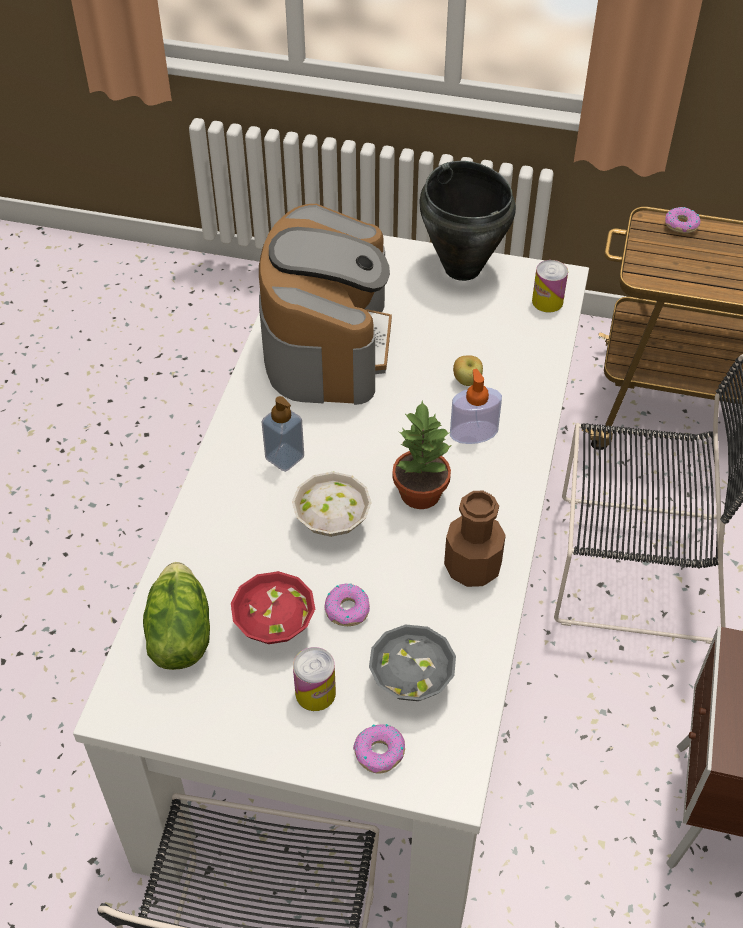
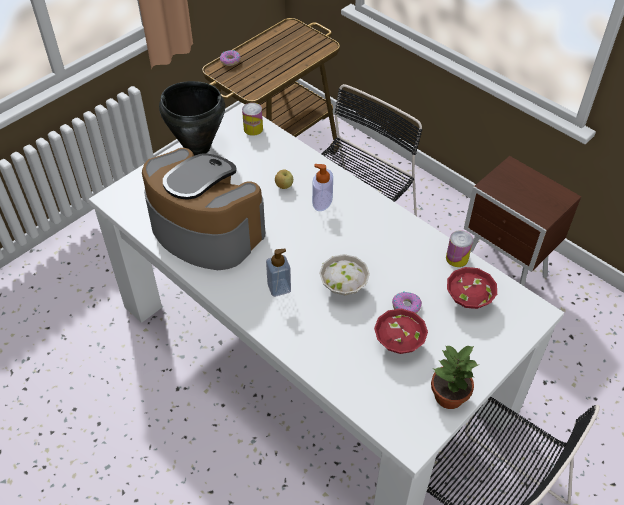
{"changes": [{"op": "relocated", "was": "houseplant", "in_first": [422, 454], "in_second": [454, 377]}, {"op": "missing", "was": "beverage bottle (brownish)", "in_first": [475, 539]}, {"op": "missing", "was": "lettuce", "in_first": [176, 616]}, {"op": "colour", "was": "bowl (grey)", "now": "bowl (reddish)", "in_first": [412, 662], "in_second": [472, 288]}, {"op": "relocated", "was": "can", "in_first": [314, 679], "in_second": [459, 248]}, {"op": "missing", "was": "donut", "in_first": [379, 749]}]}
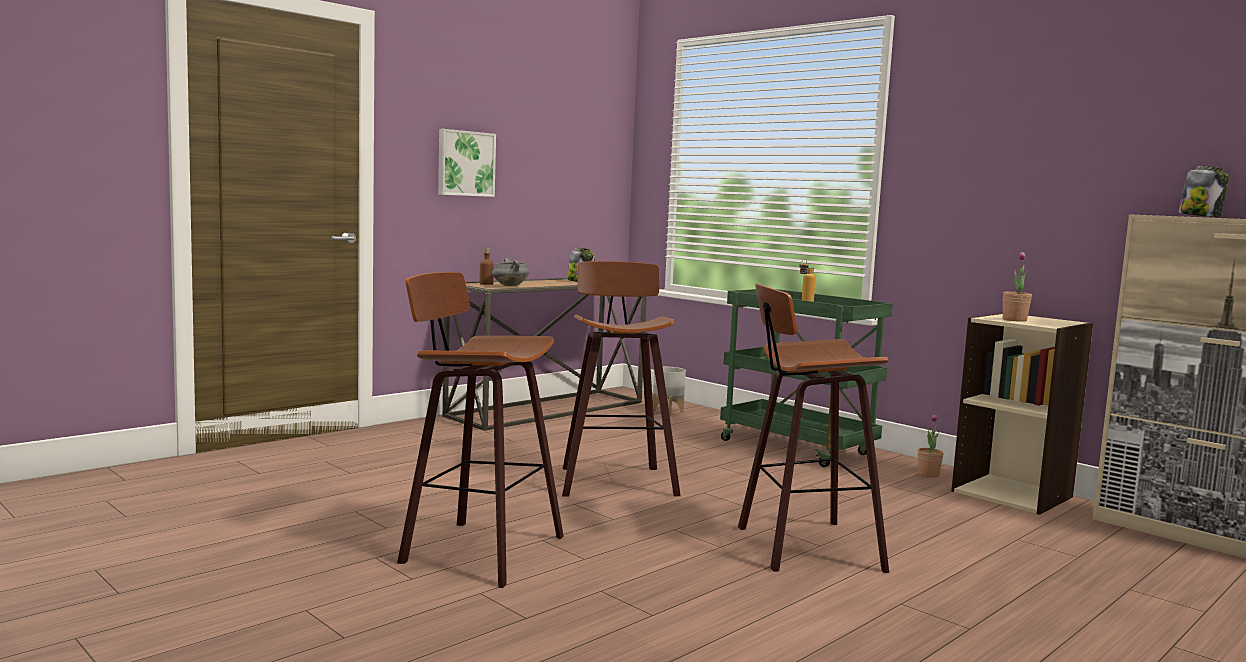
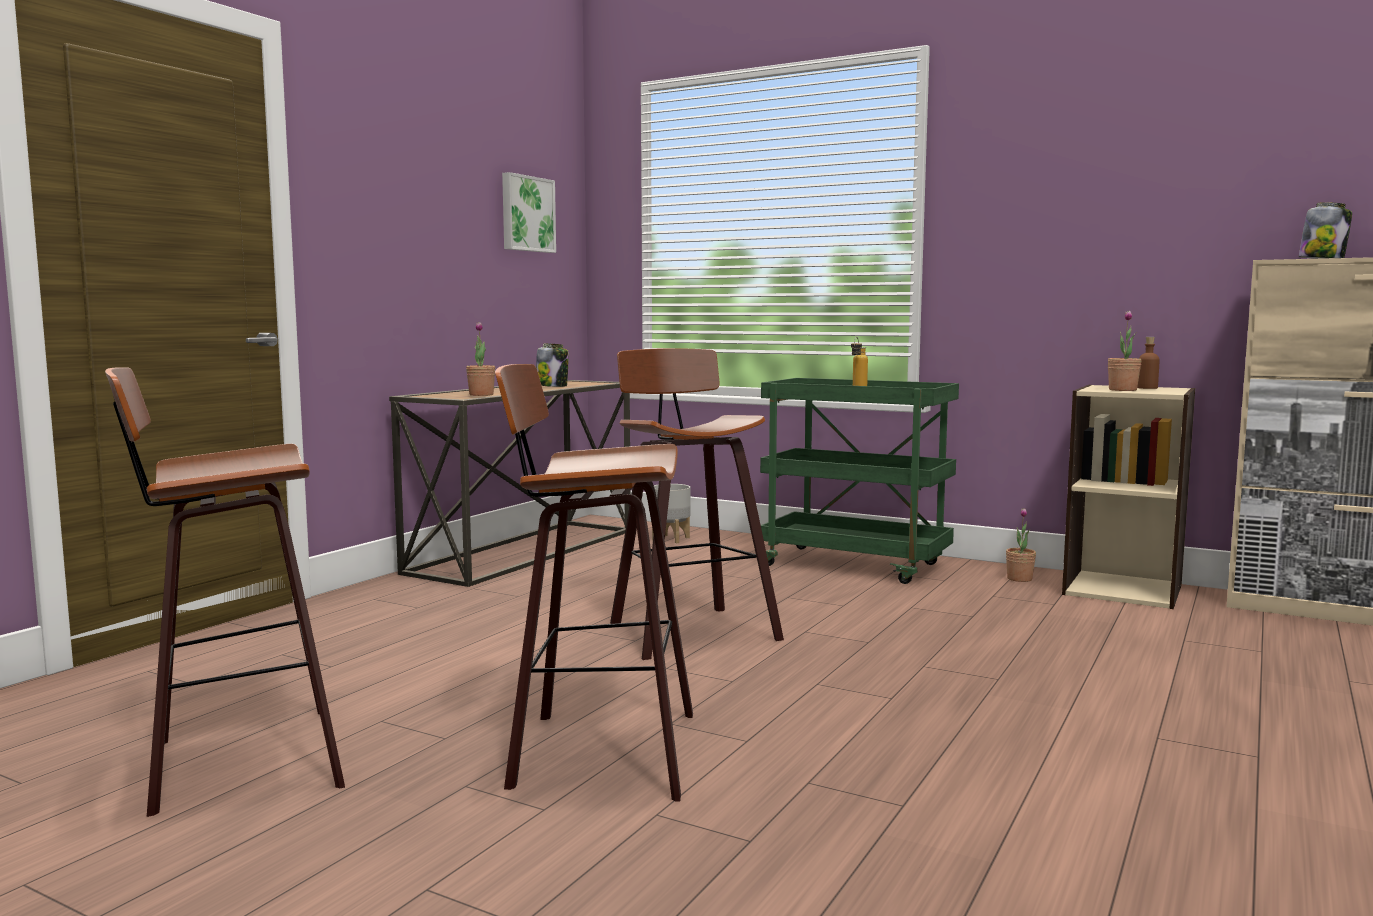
{"changes": [{"op": "relocated", "was": "wall picture", "in_first": [467, 163], "in_second": [529, 212]}, {"op": "relocated", "was": "beverage bottle (brownish)", "in_first": [487, 266], "in_second": [1148, 363]}, {"op": "exchanged", "was": "stockpot (grey)", "now": "houseplant", "in_first": [510, 272], "in_second": [480, 359]}, {"op": "relocated", "was": "stool seat", "in_first": [813, 428], "in_second": [225, 592]}]}
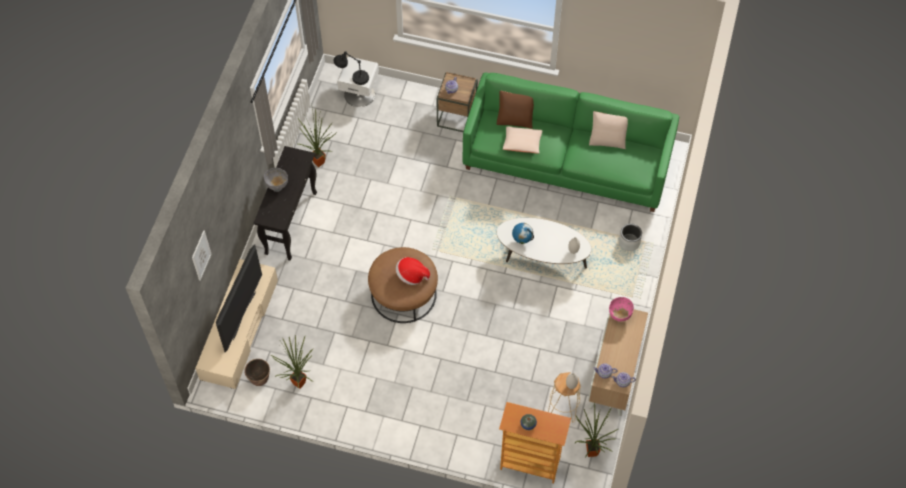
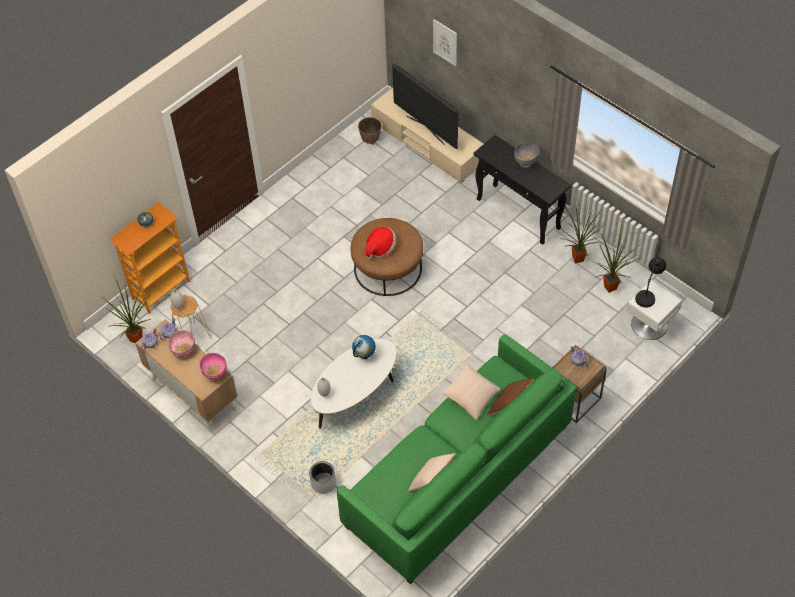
{"changes": [{"op": "relocated", "was": "houseplant", "in_first": [292, 362], "in_second": [616, 257]}, {"op": "appeared", "now": "bowl (pink)", "in_second": [181, 344]}]}
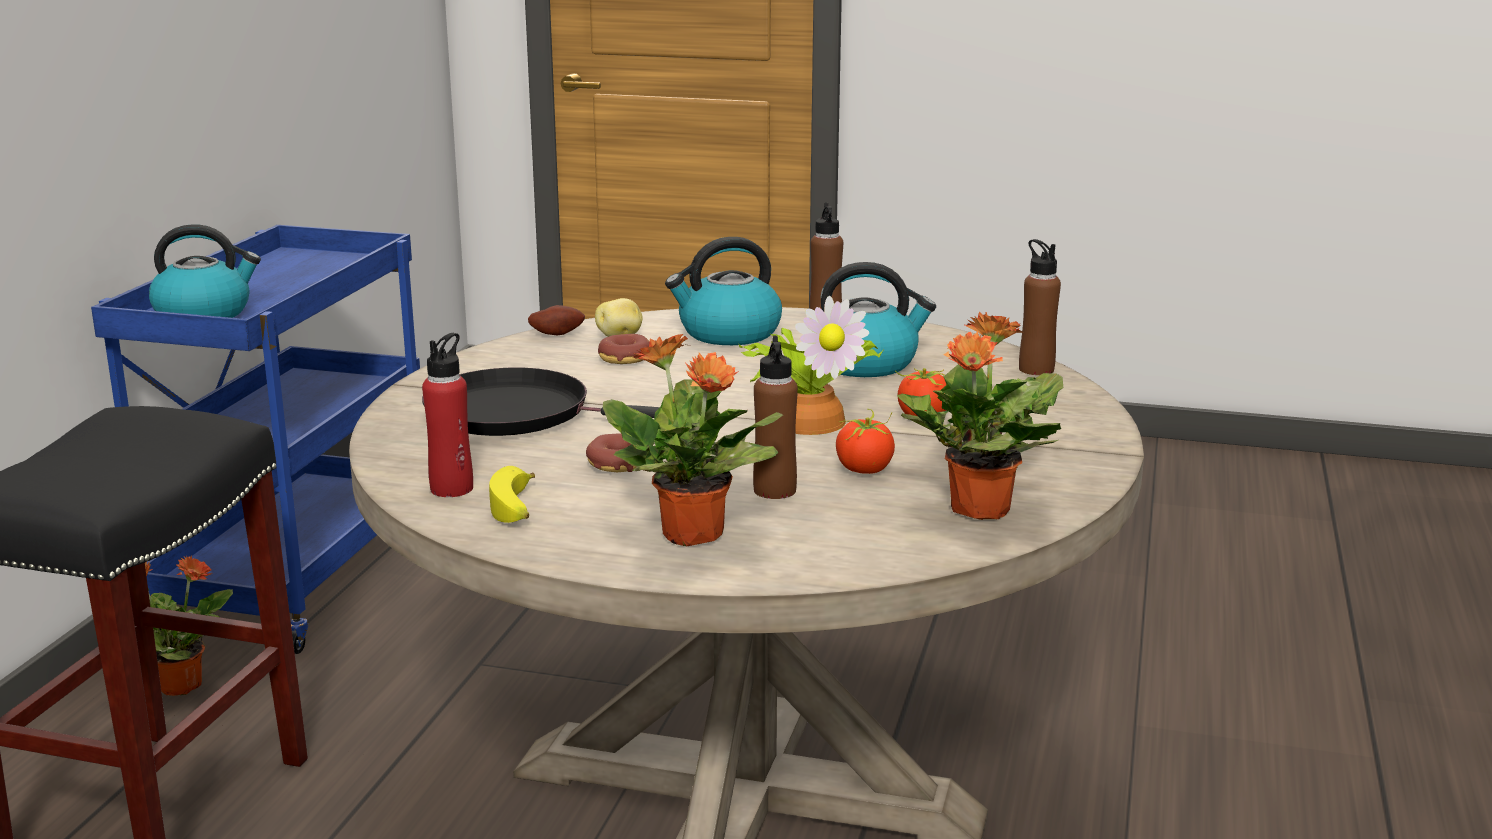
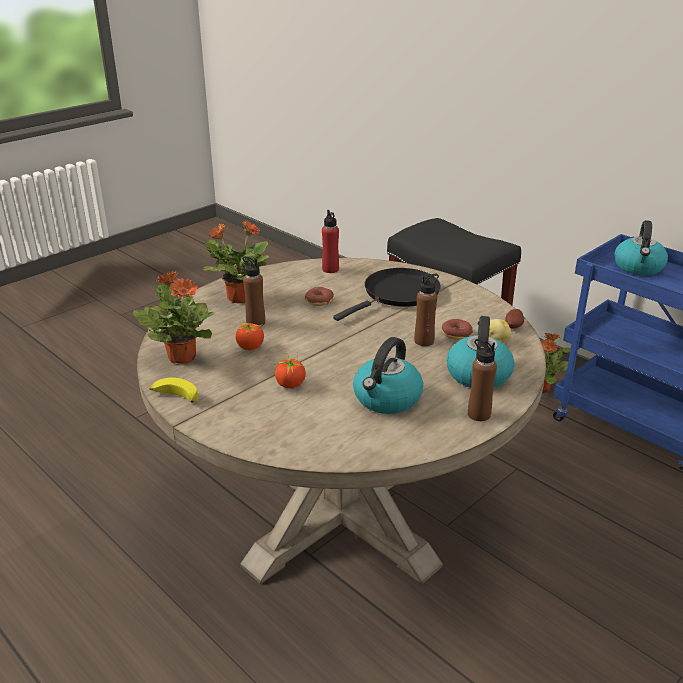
{"changes": [{"op": "relocated", "was": "beverage bottle (brownish)", "in_first": [1040, 307], "in_second": [426, 310]}, {"op": "missing", "was": "houseplant", "in_first": [810, 365]}, {"op": "relocated", "was": "banana fruit", "in_first": [512, 494], "in_second": [173, 390]}]}
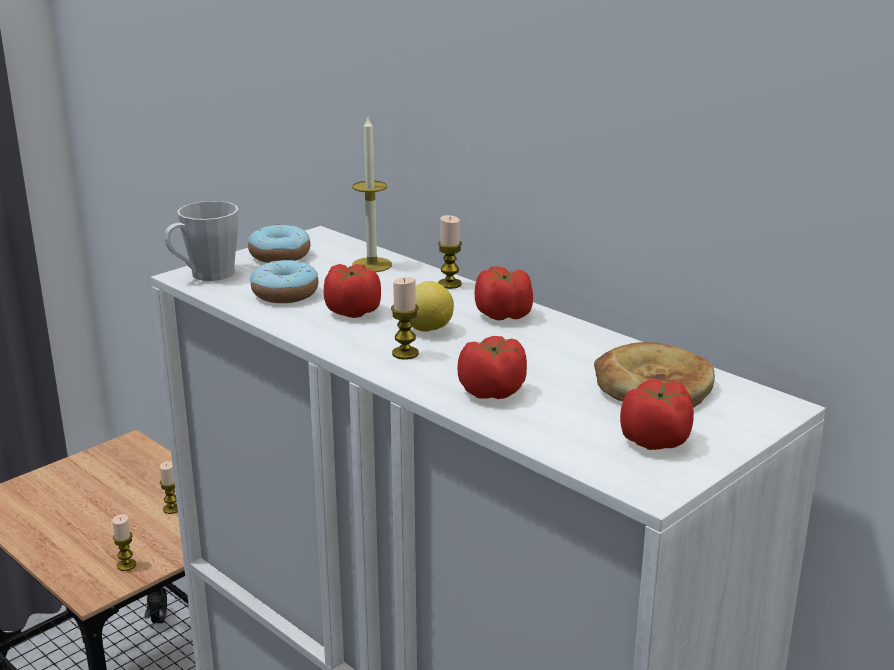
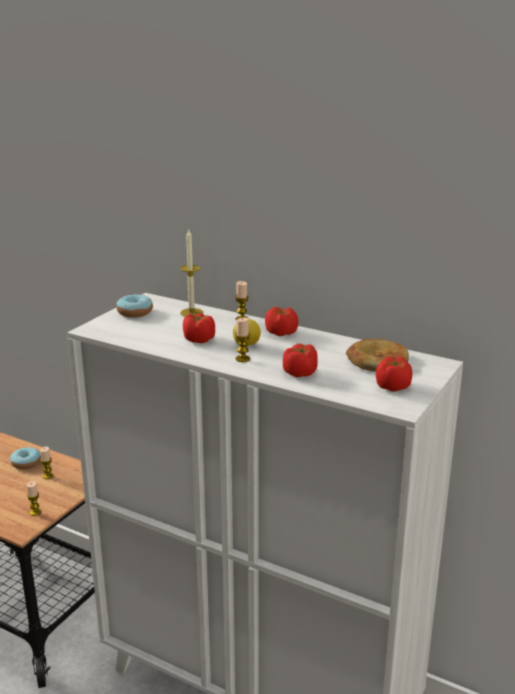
{"changes": [{"op": "missing", "was": "tea mug (grey)", "in_first": [201, 241]}, {"op": "relocated", "was": "donut", "in_first": [284, 281], "in_second": [25, 458]}]}
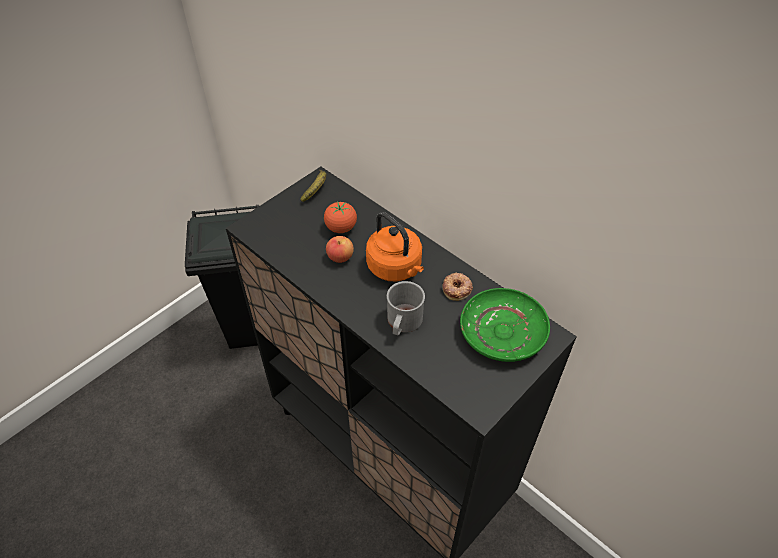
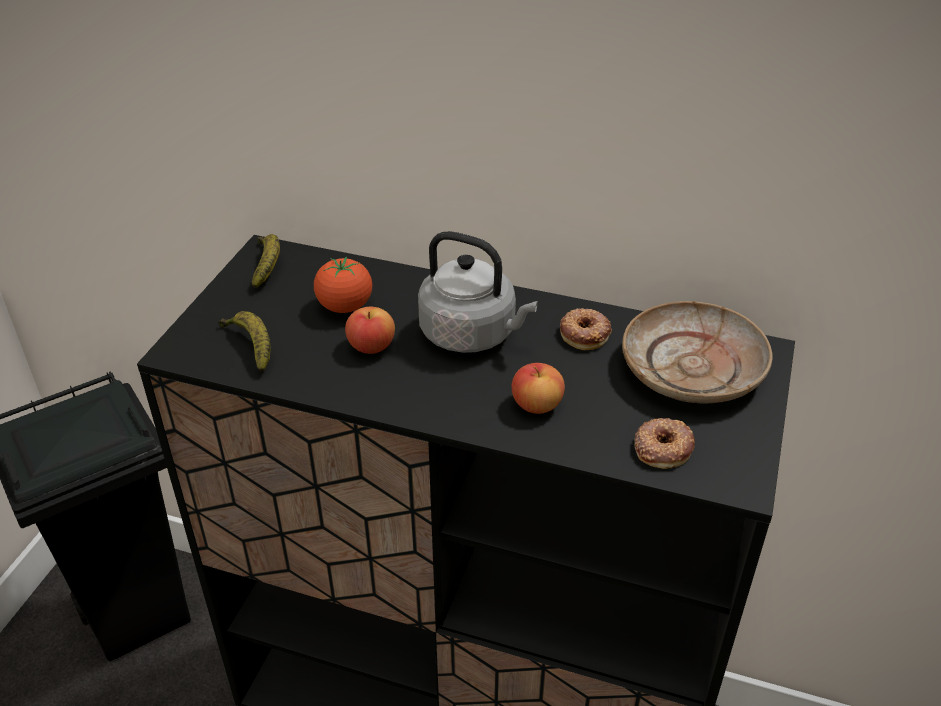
{"changes": [{"op": "colour", "was": "kettle (orange-coloured)", "now": "kettle (grey)", "in_first": [395, 247], "in_second": [478, 292]}, {"op": "exchanged", "was": "tea mug (grey)", "now": "apple", "in_first": [406, 308], "in_second": [538, 388]}, {"op": "colour", "was": "plate (green)", "now": "plate (beige-coloured)", "in_first": [505, 325], "in_second": [697, 352]}, {"op": "appeared", "now": "banana fruit", "in_second": [244, 341]}, {"op": "appeared", "now": "donut", "in_second": [664, 443]}]}
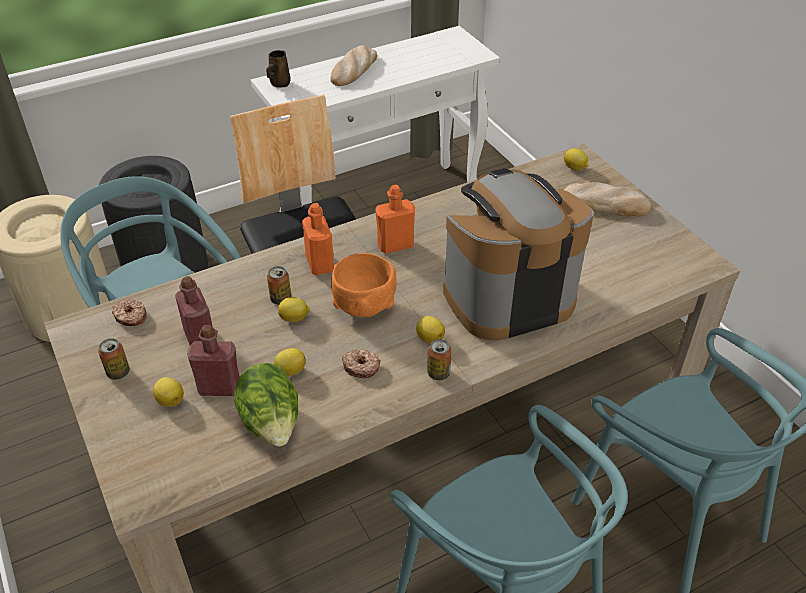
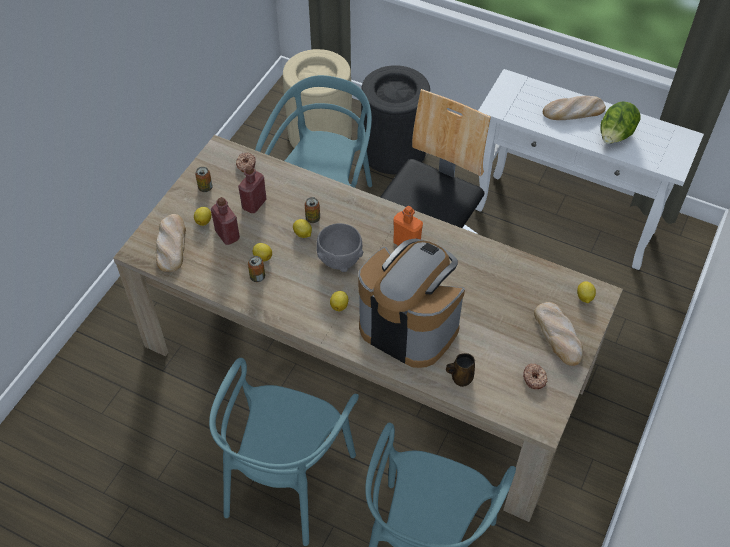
{"changes": [{"op": "relocated", "was": "tea mug (brownish)", "in_first": [278, 69], "in_second": [460, 370]}, {"op": "missing", "was": "beverage bottle (orange-coloured)", "in_first": [318, 239]}, {"op": "colour", "was": "bowl (orange-coloured)", "now": "bowl (grey)", "in_first": [364, 285], "in_second": [339, 247]}, {"op": "relocated", "was": "can", "in_first": [439, 359], "in_second": [256, 269]}, {"op": "relocated", "was": "donut", "in_first": [361, 364], "in_second": [535, 376]}, {"op": "relocated", "was": "lettuce", "in_first": [266, 404], "in_second": [620, 122]}, {"op": "appeared", "now": "bakery bread", "in_second": [171, 243]}]}
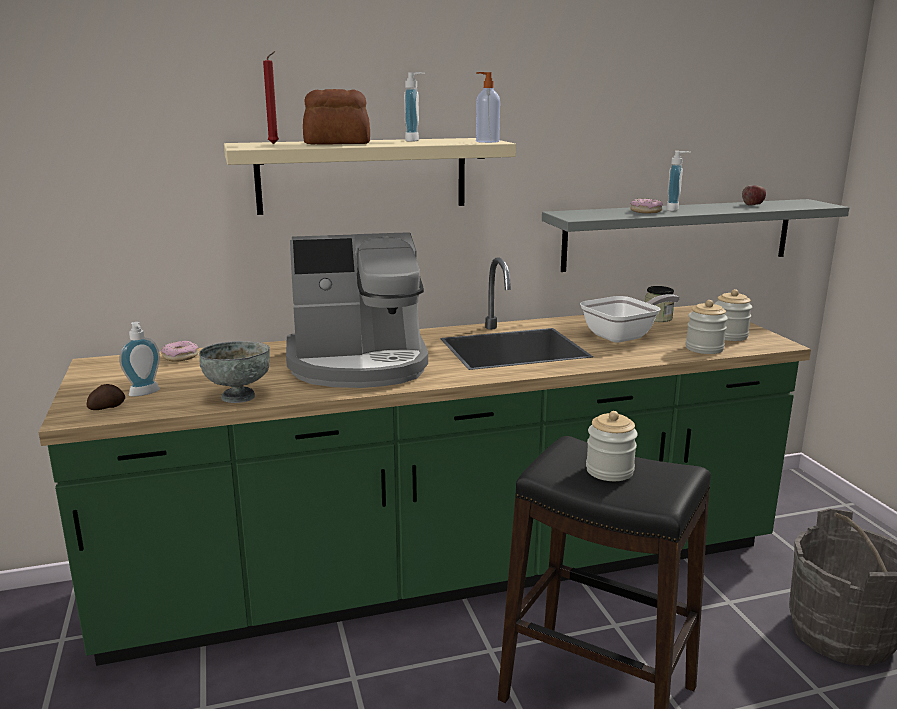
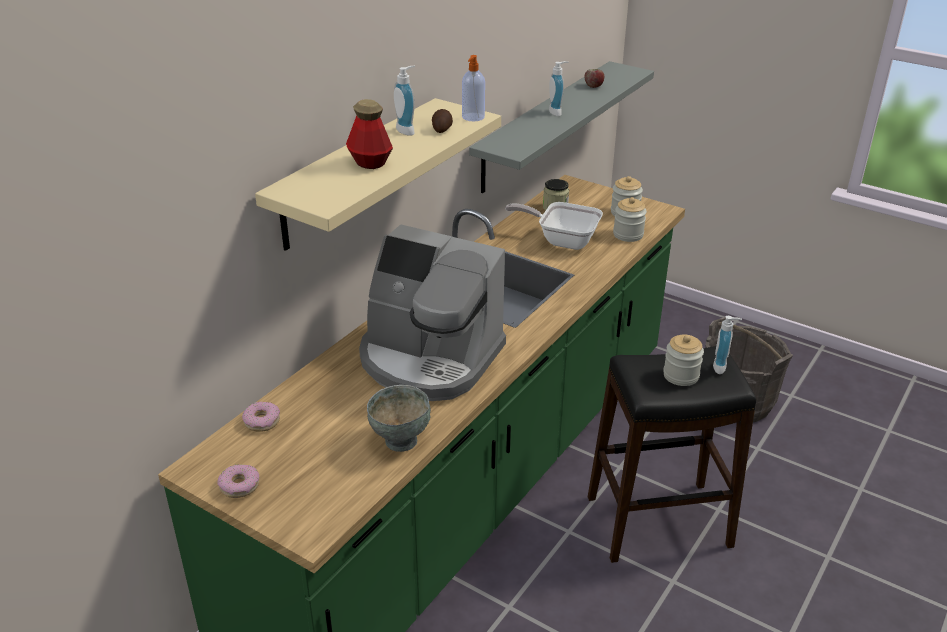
{"changes": [{"op": "missing", "was": "candle (reddish)", "in_first": [271, 97]}, {"op": "exchanged", "was": "bakery bread", "now": "beverage bottle", "in_first": [336, 117], "in_second": [369, 134]}, {"op": "relocated", "was": "donut", "in_first": [646, 206], "in_second": [239, 481]}, {"op": "spun", "was": "coffee brewer", "in_first": [357, 310], "in_second": [432, 312], "clockwise": 75}, {"op": "spun", "was": "pan", "in_first": [630, 318], "in_second": [554, 226], "clockwise": -90}, {"op": "relocated", "was": "soap dispenser", "in_first": [139, 359], "in_second": [727, 345]}, {"op": "relocated", "was": "whole potato", "in_first": [106, 397], "in_second": [442, 121]}]}
